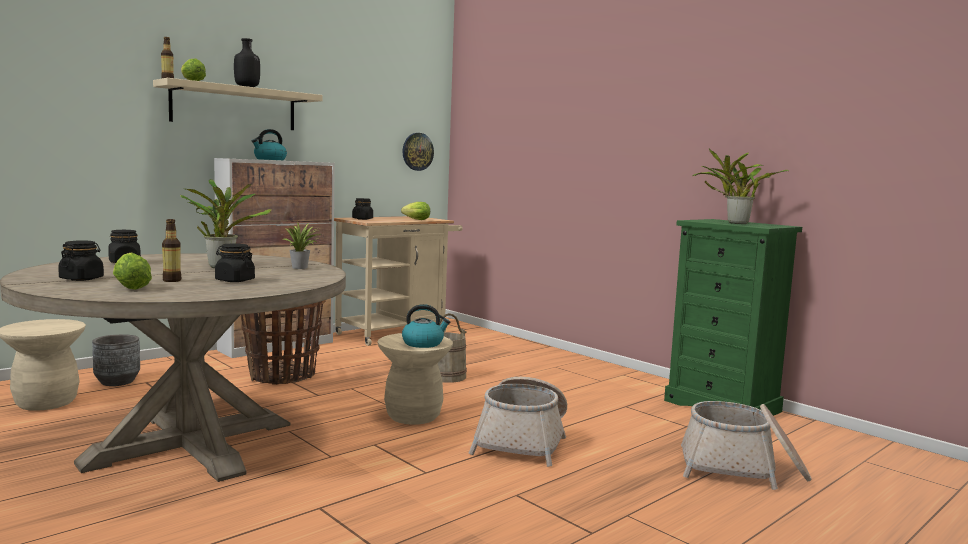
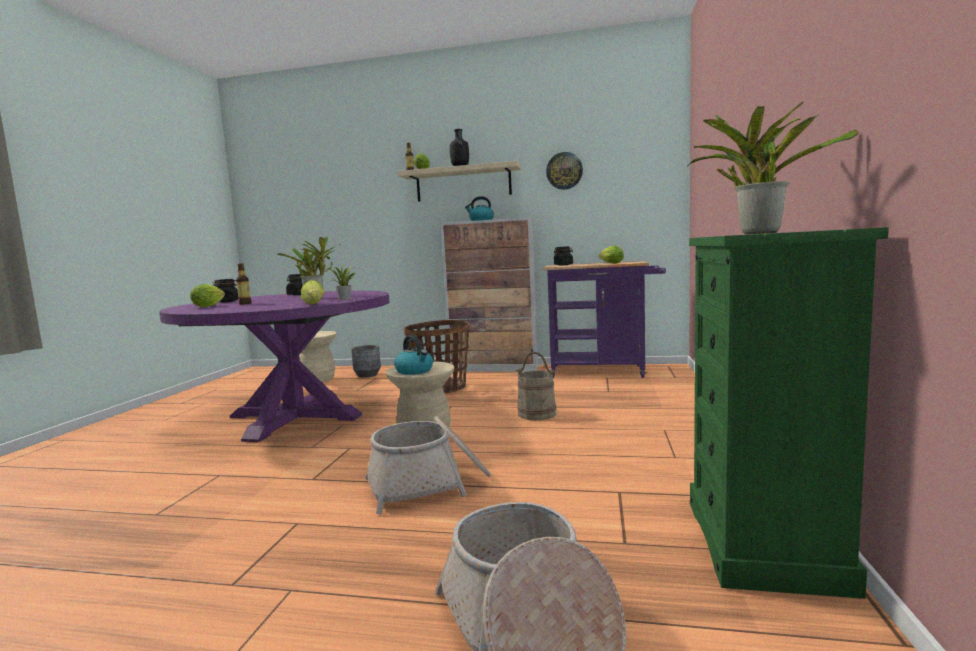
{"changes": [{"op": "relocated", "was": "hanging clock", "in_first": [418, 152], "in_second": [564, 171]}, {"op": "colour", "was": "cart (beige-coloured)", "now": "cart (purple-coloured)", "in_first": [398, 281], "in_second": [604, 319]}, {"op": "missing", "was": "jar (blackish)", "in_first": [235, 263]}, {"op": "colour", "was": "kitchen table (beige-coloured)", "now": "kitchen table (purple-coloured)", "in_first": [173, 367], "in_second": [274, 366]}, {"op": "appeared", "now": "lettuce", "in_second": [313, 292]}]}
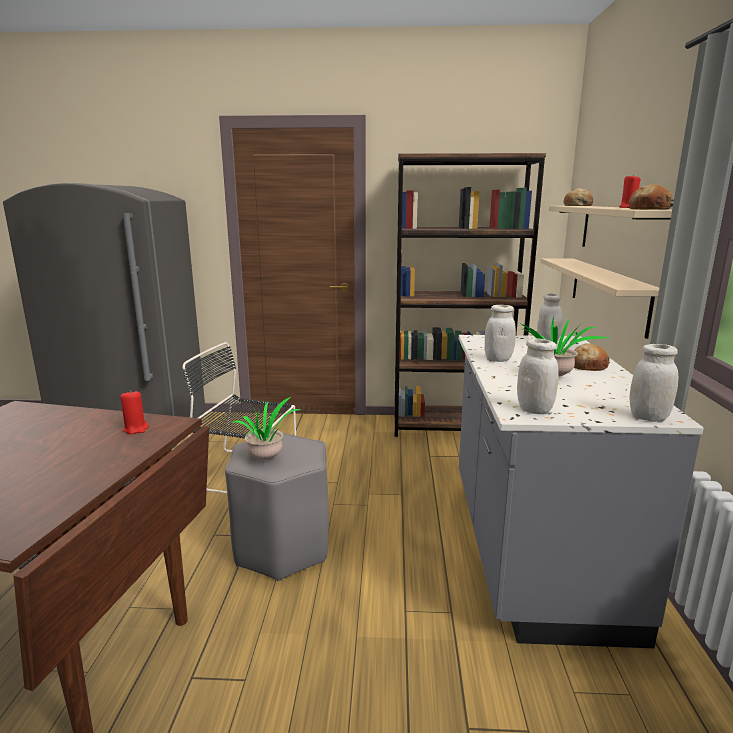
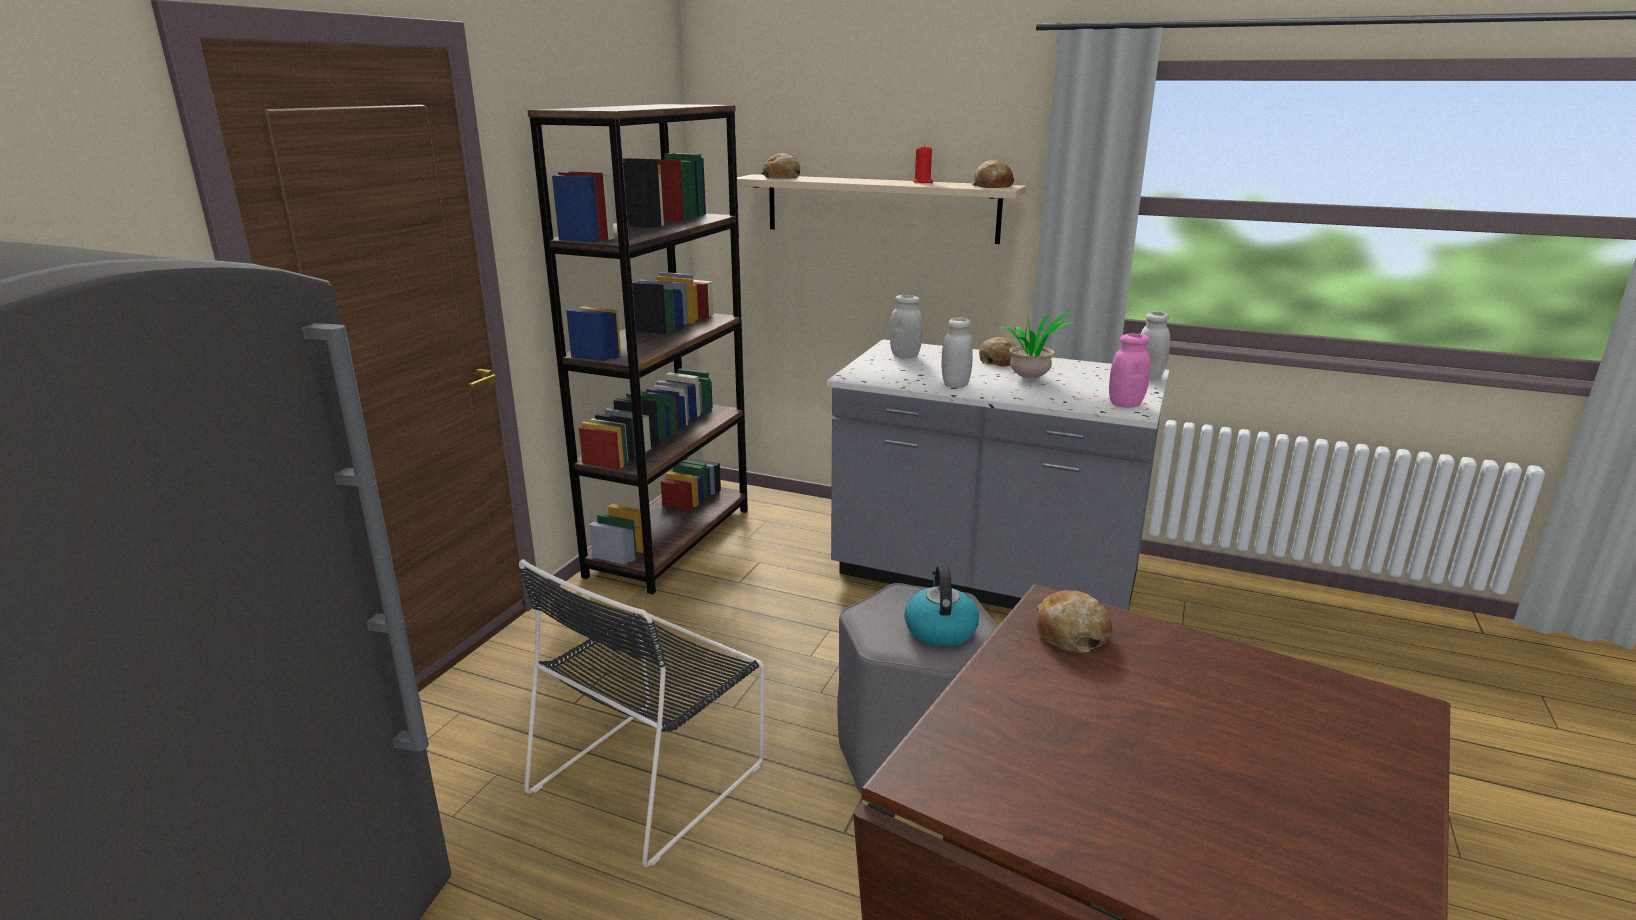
{"changes": [{"op": "missing", "was": "shelf (beige-coloured)", "in_first": [600, 298]}, {"op": "colour", "was": "jar (white)", "now": "jar (pink)", "in_first": [538, 376], "in_second": [1129, 371]}, {"op": "exchanged", "was": "candle (reddish)", "now": "bakery bread", "in_first": [134, 412], "in_second": [1074, 621]}, {"op": "exchanged", "was": "houseplant", "now": "kettle", "in_first": [266, 428], "in_second": [941, 606]}]}
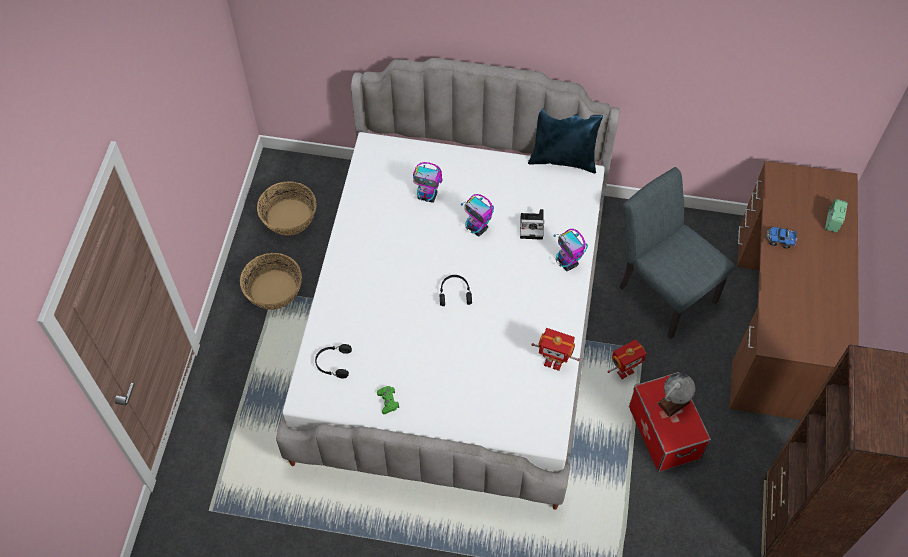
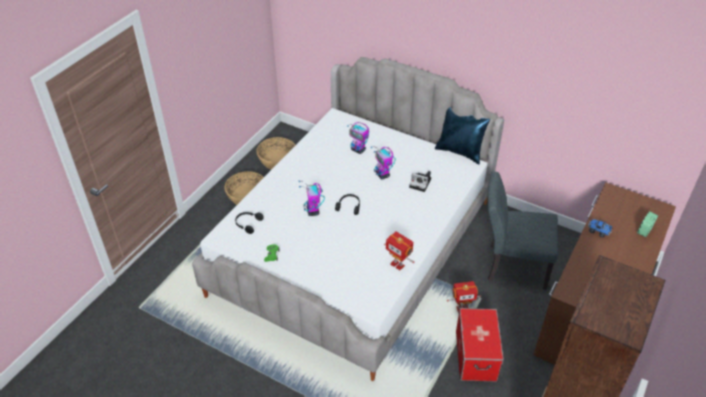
{"changes": [{"op": "spun", "was": "chair (grey)", "in_first": [676, 253], "in_second": [522, 231], "clockwise": -60}, {"op": "relocated", "was": "toy robot", "in_first": [570, 250], "in_second": [312, 198]}, {"op": "missing", "was": "desk globe", "in_first": [676, 395]}]}
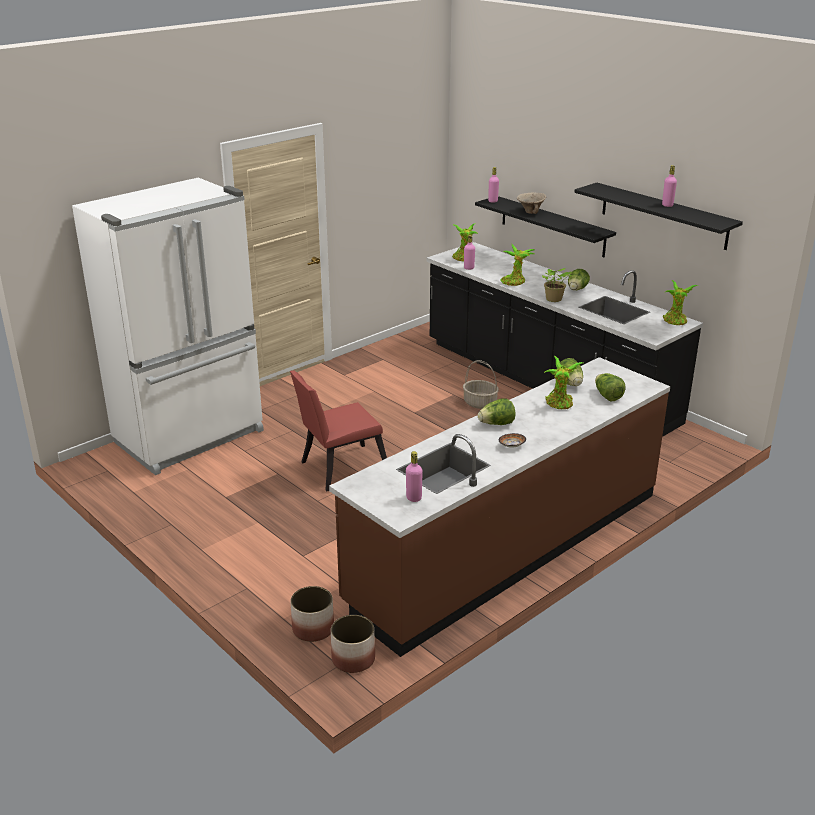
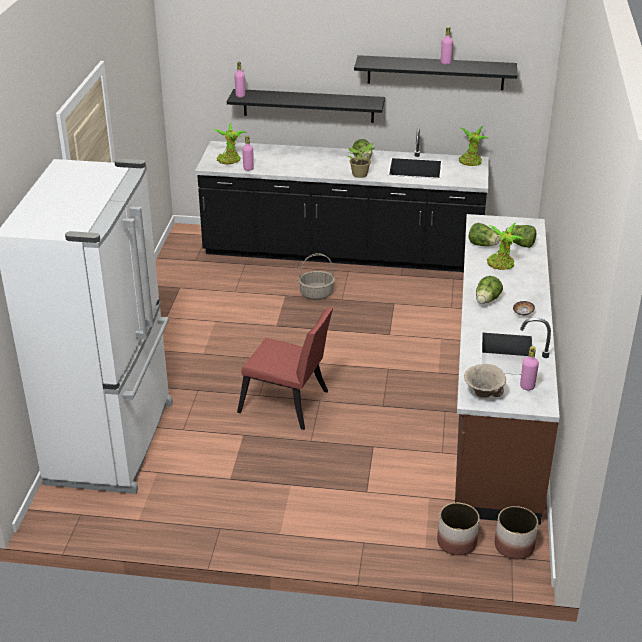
{"changes": [{"op": "relocated", "was": "bowl (beige-coloured)", "in_first": [531, 203], "in_second": [485, 381]}, {"op": "missing", "was": "houseplant", "in_first": [517, 265]}, {"op": "spun", "was": "chair (reddish)", "in_first": [338, 431], "in_second": [285, 368], "clockwise": -90}]}
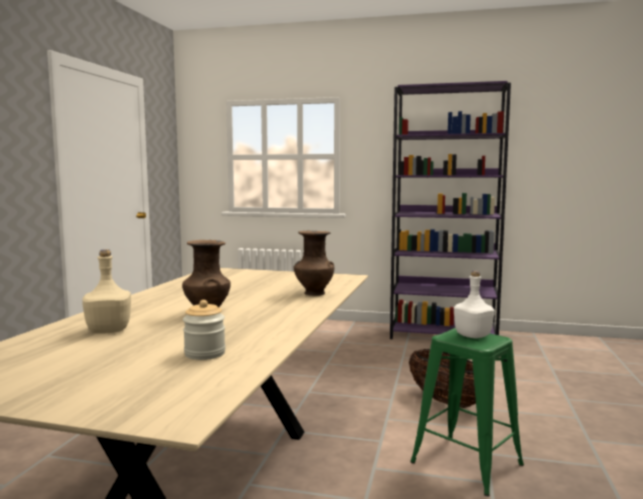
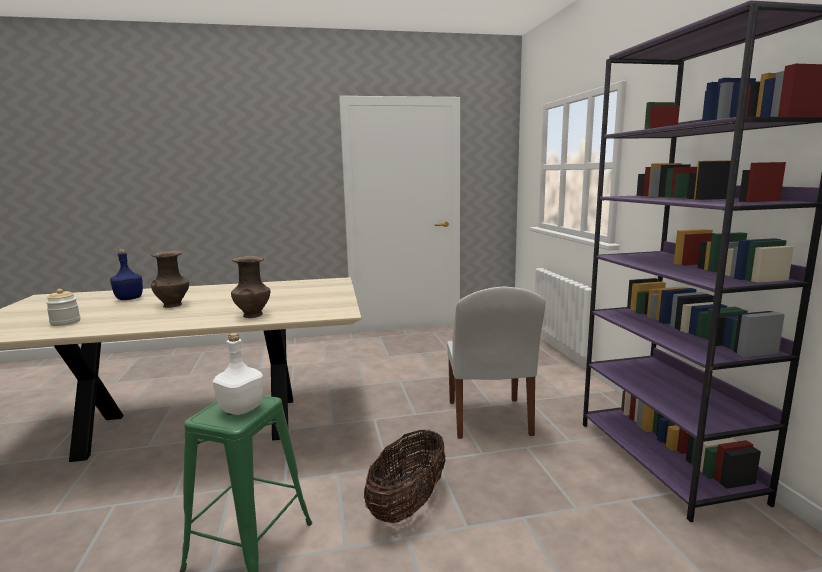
{"changes": [{"op": "colour", "was": "beverage bottle (beige-coloured)", "now": "beverage bottle (blue)", "in_first": [106, 291], "in_second": [126, 274]}, {"op": "appeared", "now": "chair (white)", "in_second": [496, 363]}]}
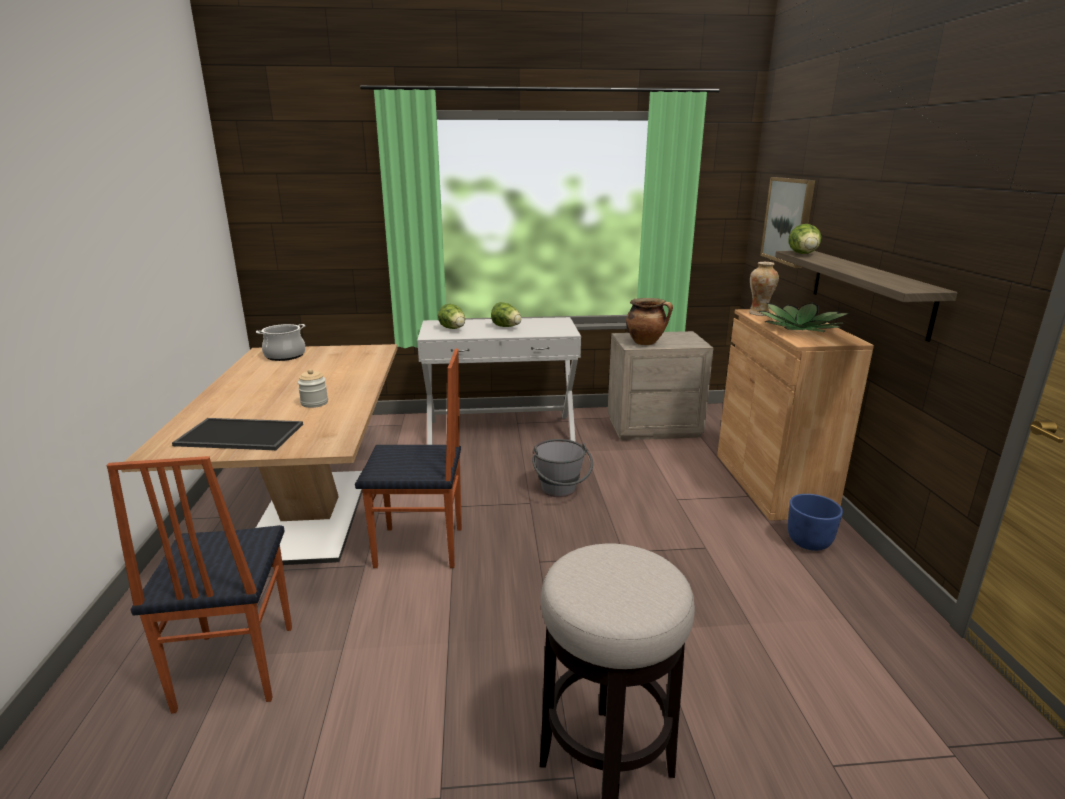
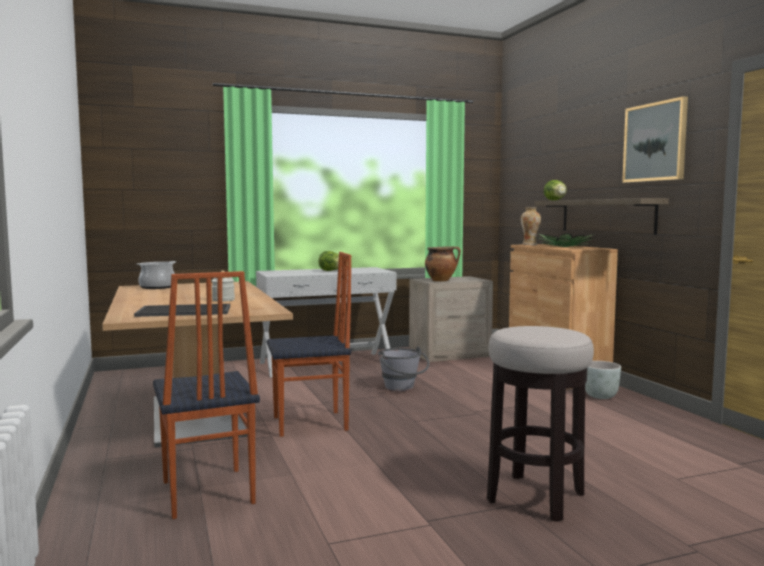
{"changes": [{"op": "relocated", "was": "wall picture", "in_first": [787, 222], "in_second": [655, 139]}, {"op": "missing", "was": "lettuce", "in_first": [451, 316]}, {"op": "colour", "was": "flower pot (blue)", "now": "flower pot (grey)", "in_first": [815, 522], "in_second": [603, 380]}]}
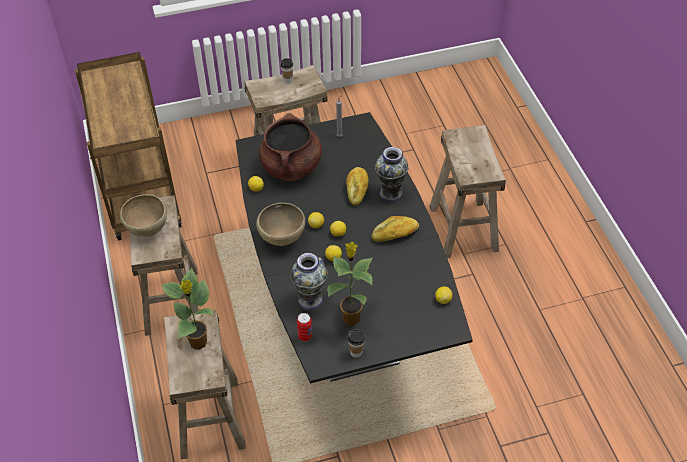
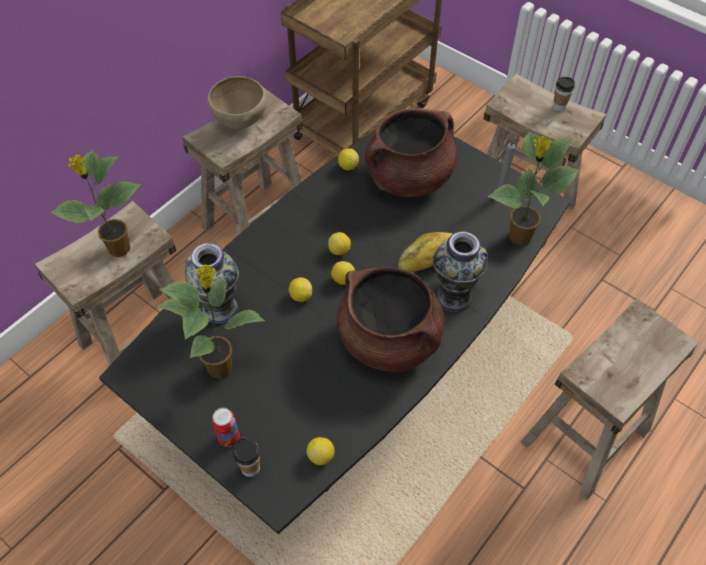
{"changes": [{"op": "missing", "was": "bowl (brownish)", "in_first": [280, 224]}, {"op": "exchanged", "was": "bakery bread", "now": "stockpot (brownish)", "in_first": [395, 229], "in_second": [391, 319]}, {"op": "relocated", "was": "can", "in_first": [304, 327], "in_second": [225, 427]}, {"op": "relocated", "was": "small cup", "in_first": [356, 343], "in_second": [246, 457]}, {"op": "appeared", "now": "houseplant", "in_second": [533, 189]}]}
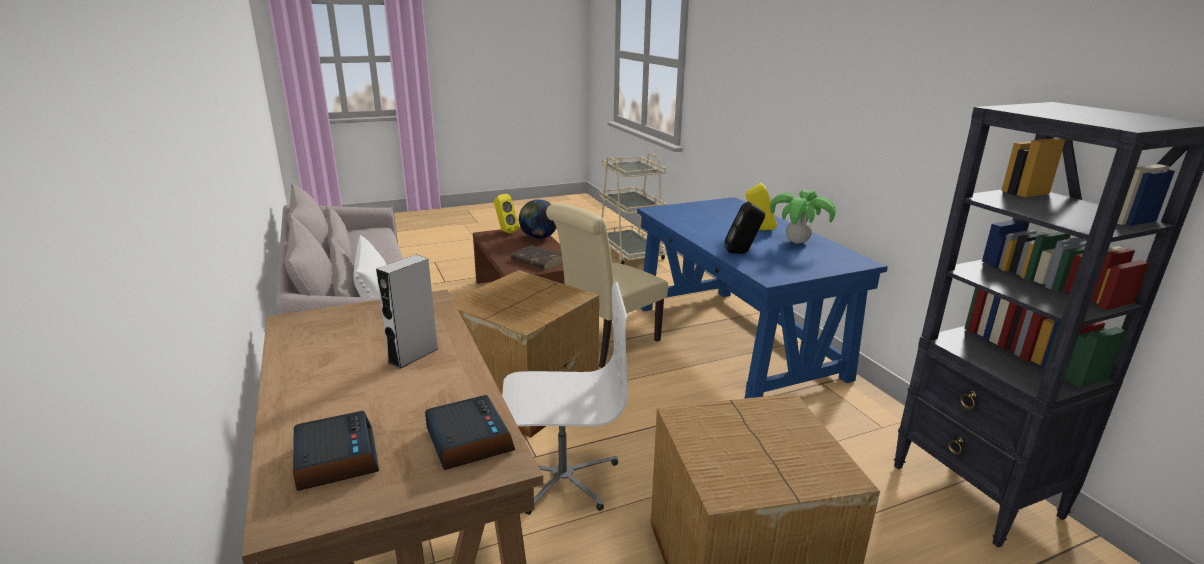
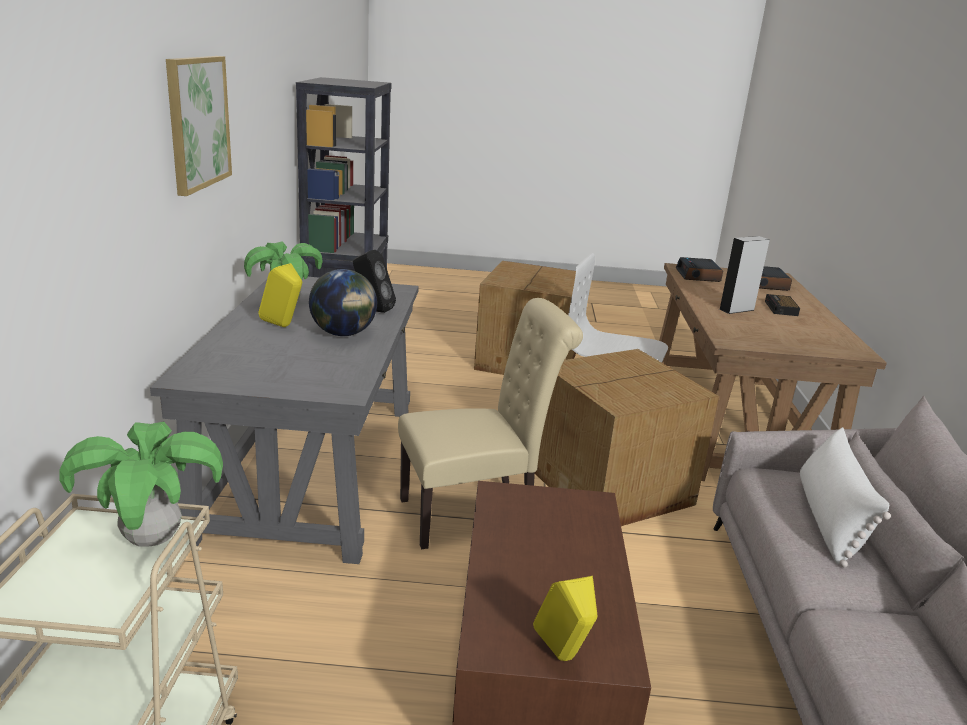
{"changes": [{"op": "colour", "was": "desk unit (blue)", "now": "desk unit (grey)", "in_first": [762, 298], "in_second": [284, 420]}, {"op": "relocated", "was": "desk globe", "in_first": [537, 219], "in_second": [343, 302]}, {"op": "missing", "was": "bound book (brownish)", "in_first": [537, 257]}, {"op": "appeared", "now": "wall picture", "in_second": [199, 126]}, {"op": "appeared", "now": "alarm clock", "in_second": [782, 305]}, {"op": "appeared", "now": "houseplant", "in_second": [141, 484]}]}
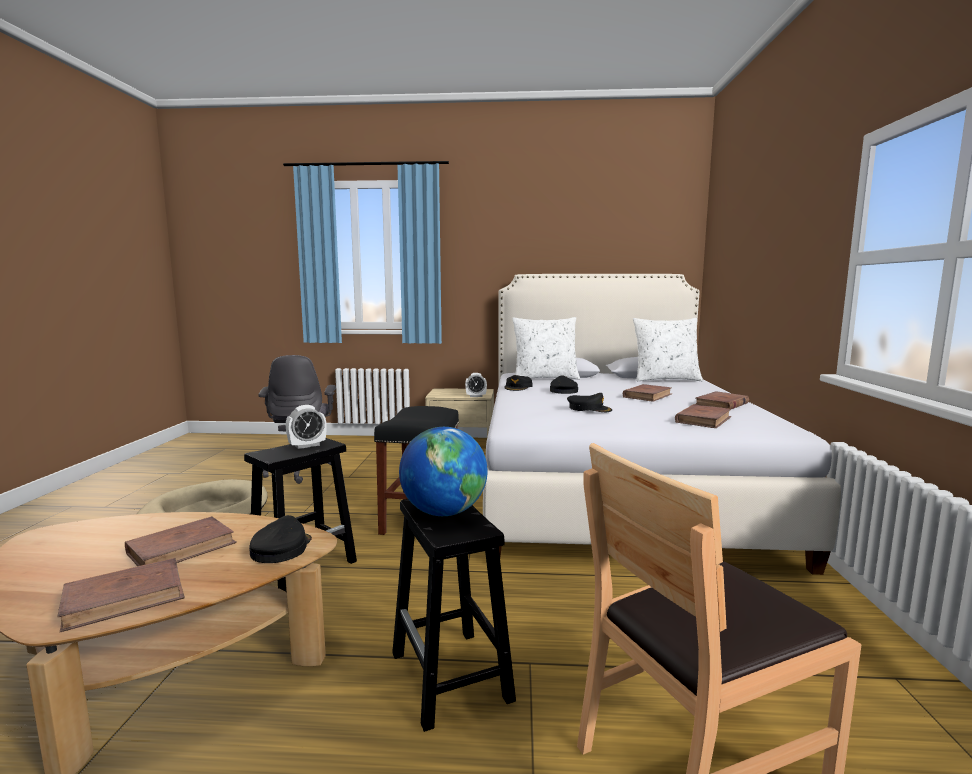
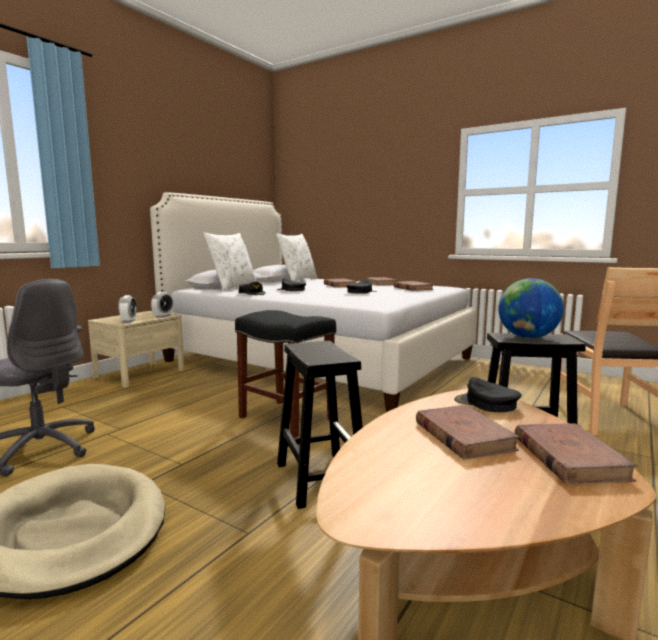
{"changes": [{"op": "relocated", "was": "alarm clock", "in_first": [306, 427], "in_second": [127, 309]}]}
